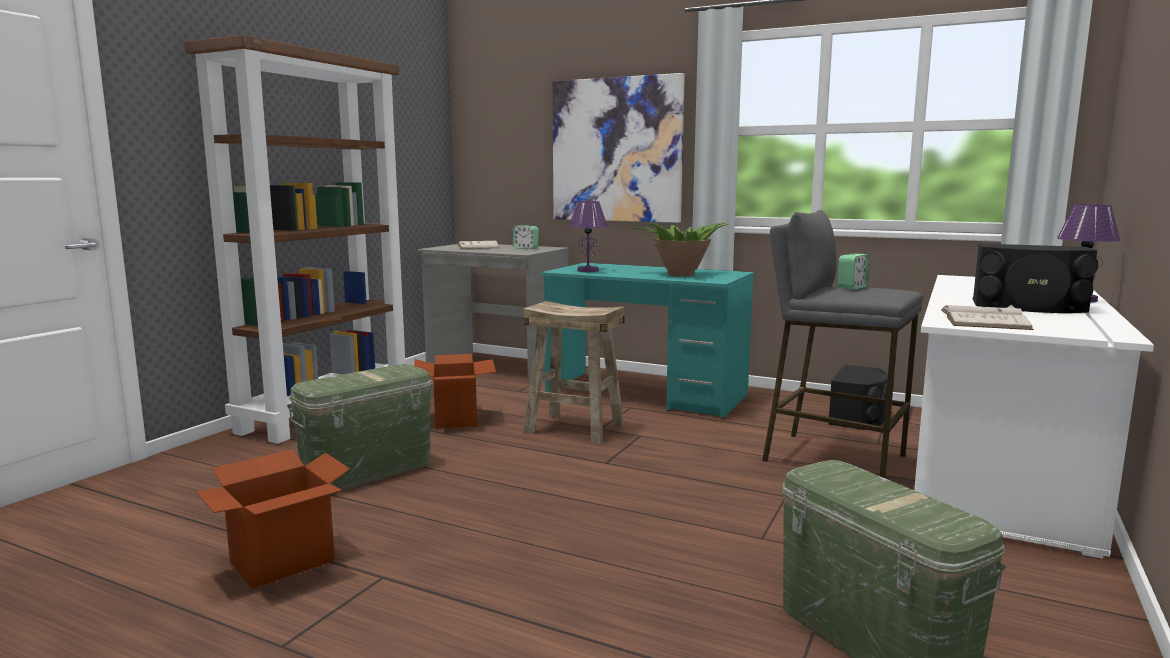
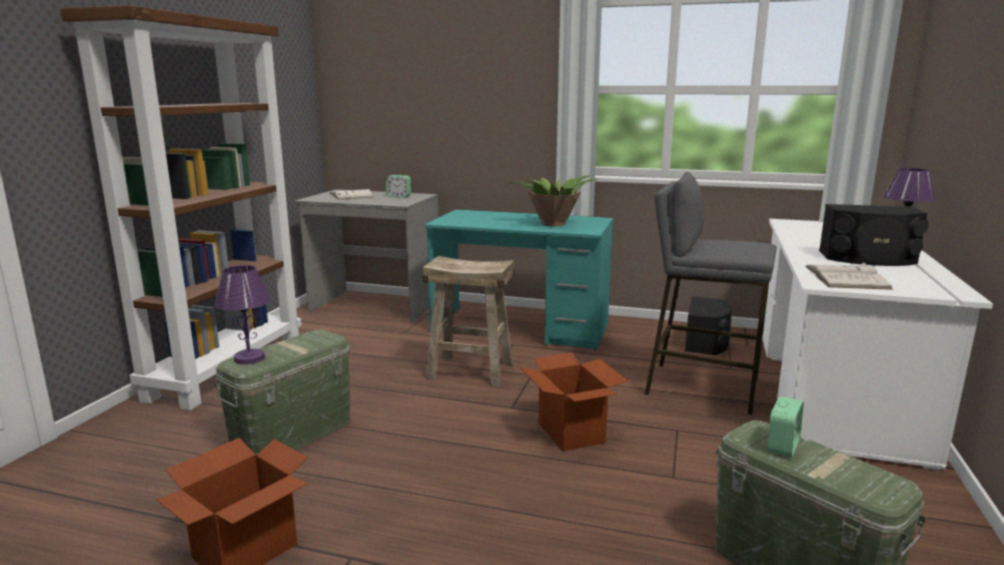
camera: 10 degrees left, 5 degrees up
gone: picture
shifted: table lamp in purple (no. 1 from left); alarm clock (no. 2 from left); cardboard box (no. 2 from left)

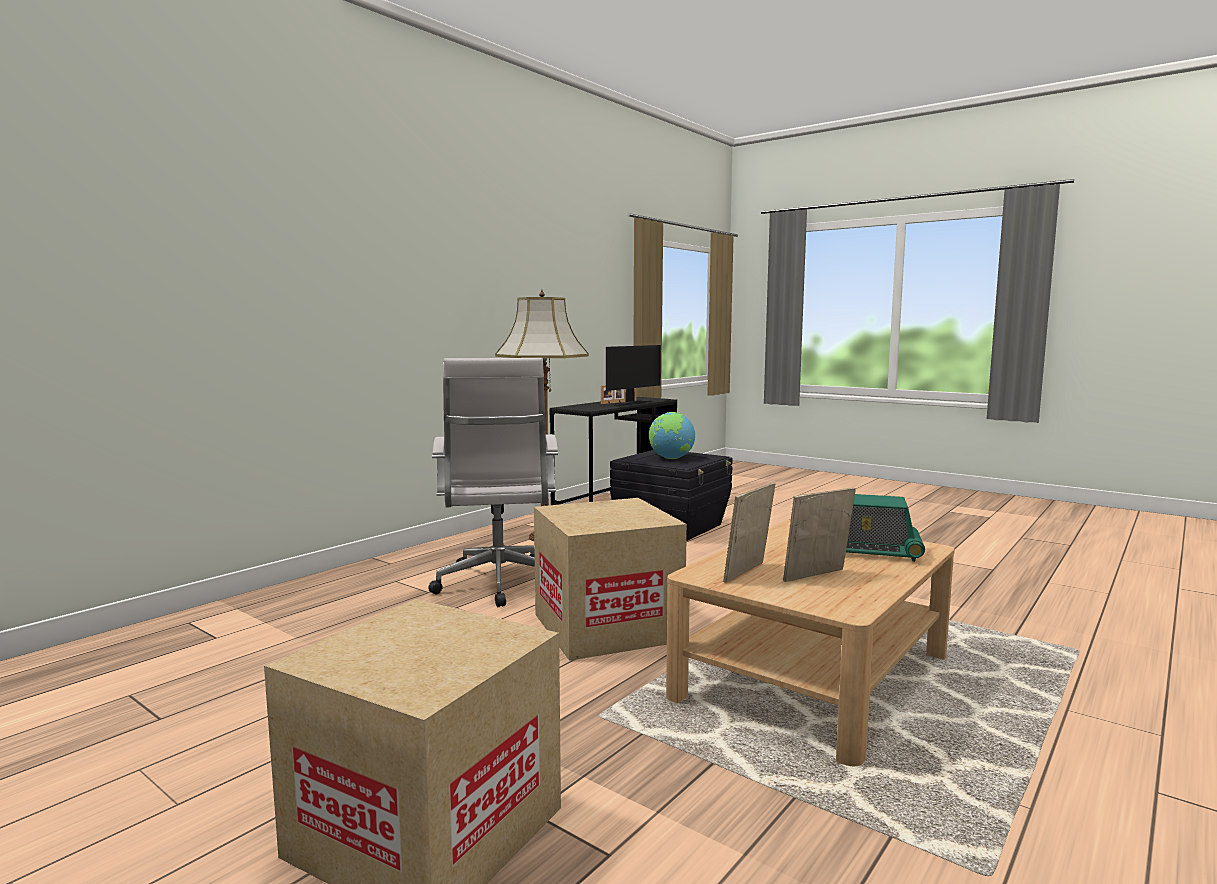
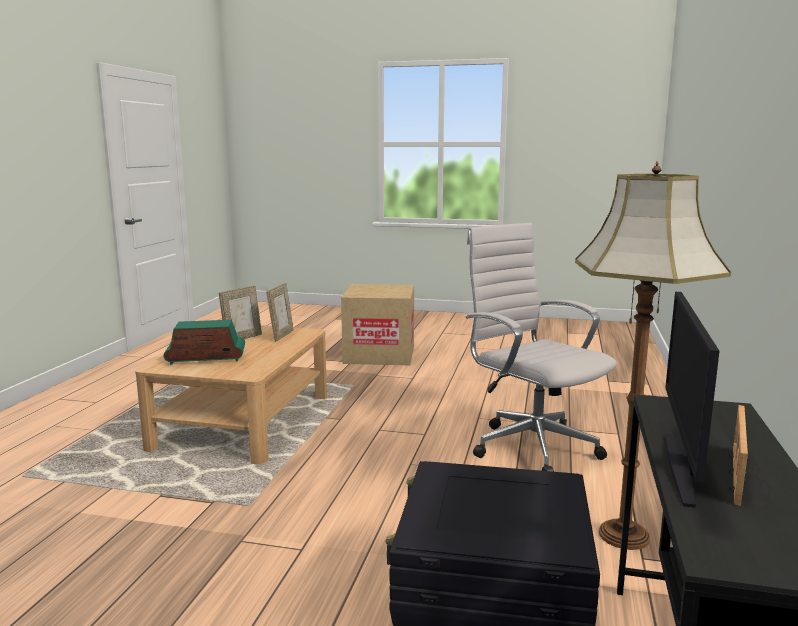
camera: 155 degrees right, 5 degrees up
gone: globe; cardboard box (no. 2 from left)

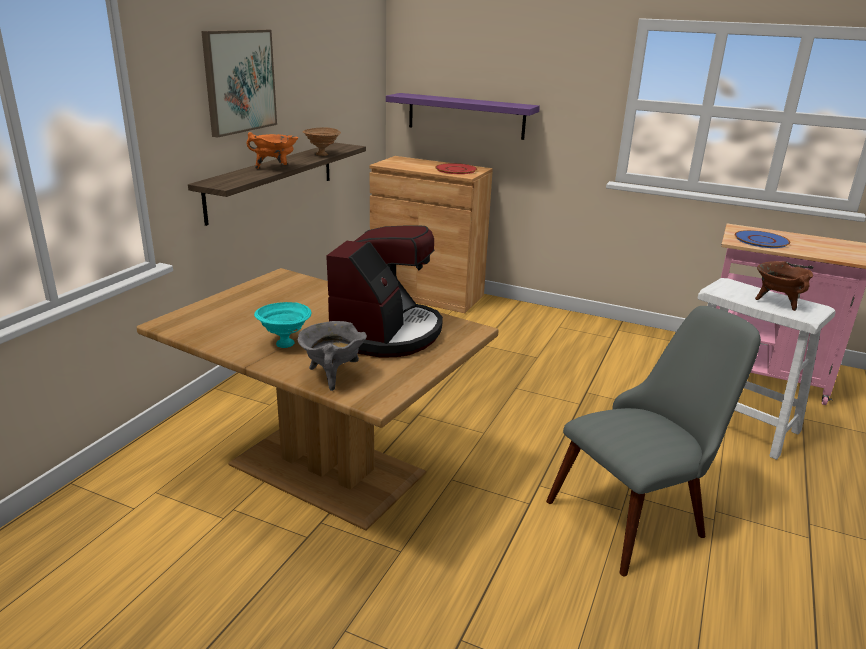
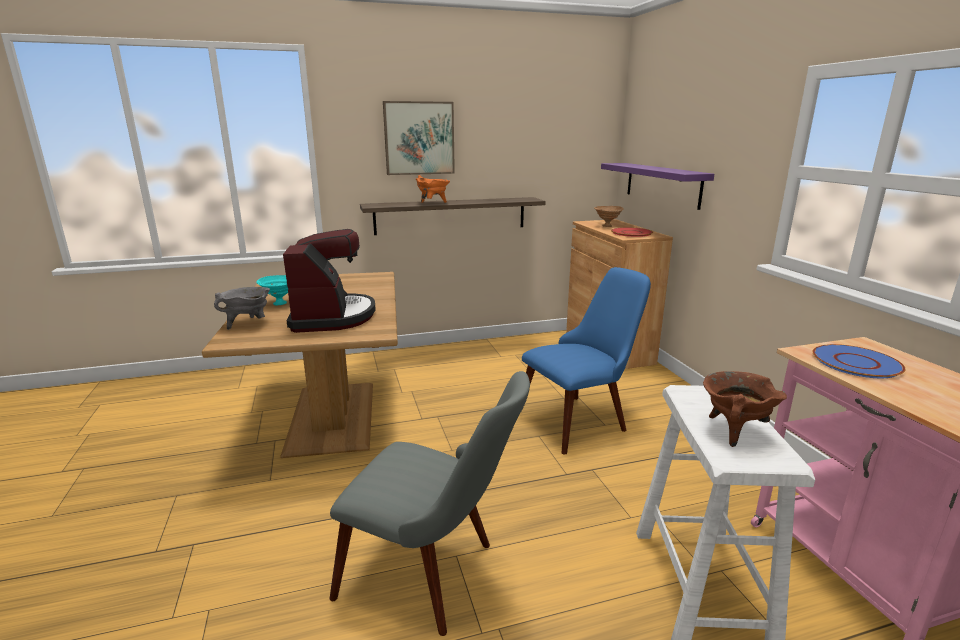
camera: 50 degrees right, 5 degrees down
new: chair in blue
shifted: bowl in brown
rotated: coffee machine 75 degrees counterclockwise

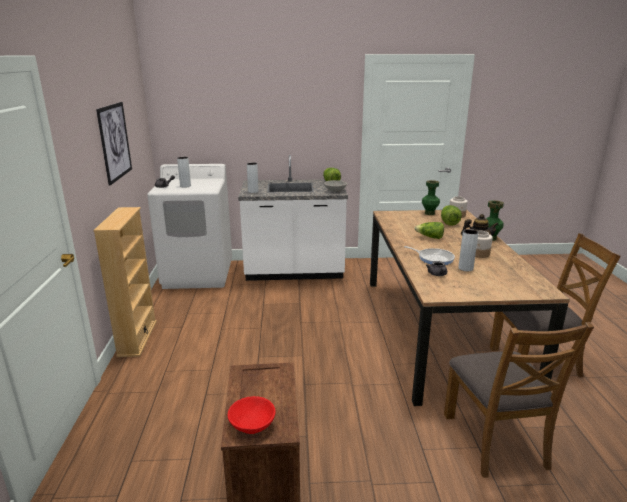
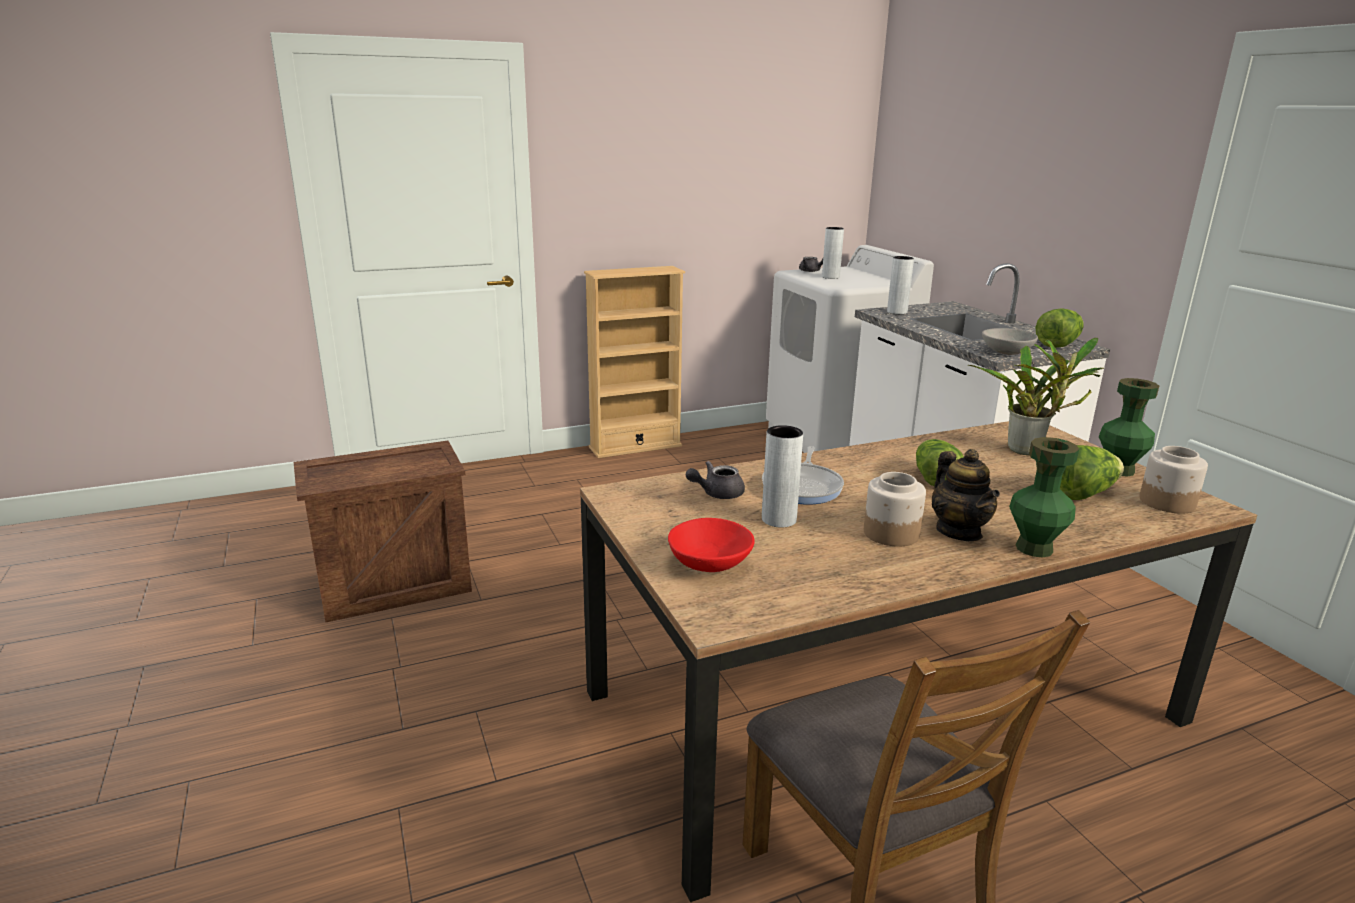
camera: 70 degrees right, 0 degrees up
gone: picture; chair in brown (no. 1 from left)
new: potted plant
shifted: bowl in red

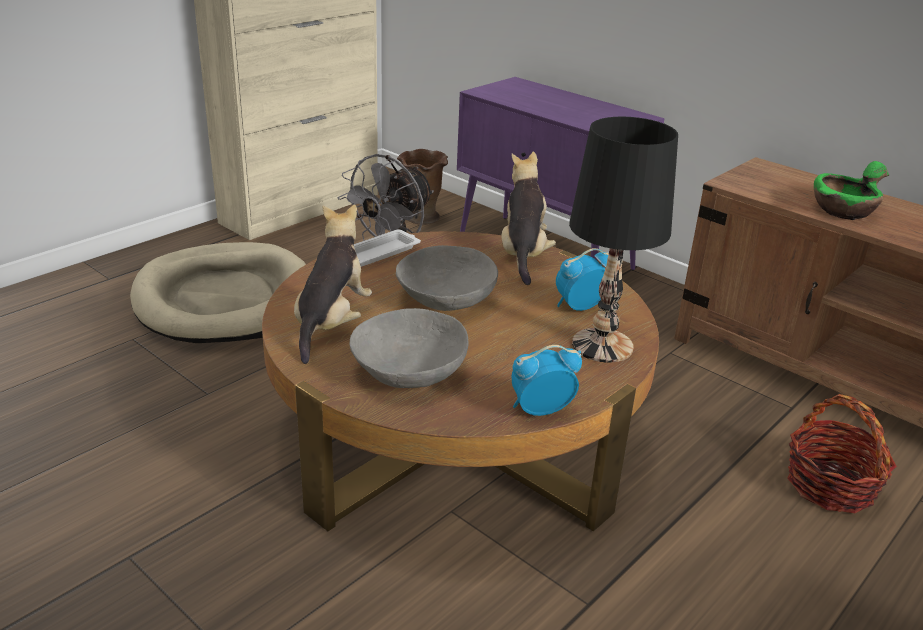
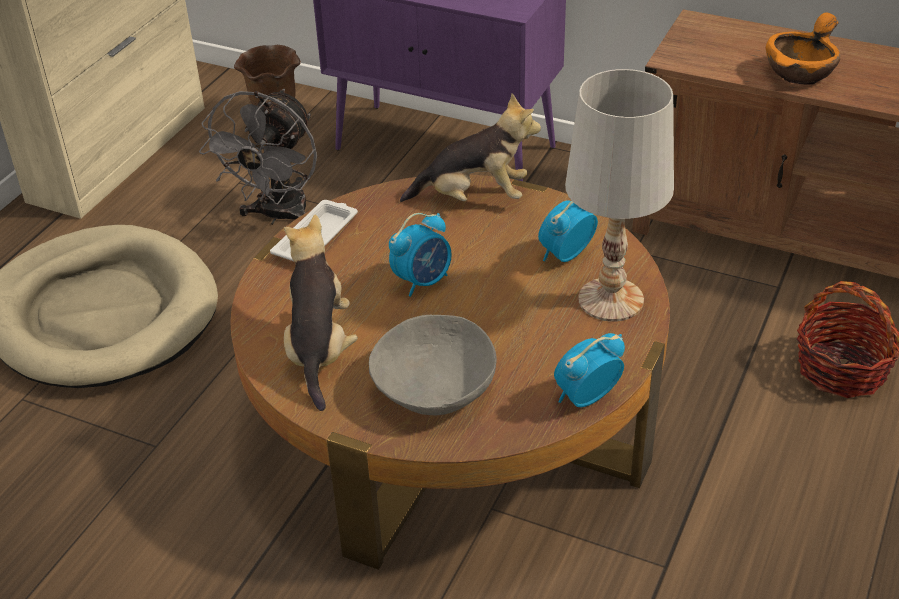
camera: 15 degrees left, 10 degrees up
swapped: bowl in grey (no. 2 from left) to alarm clock (no. 1 from left)
repainted: table lamp in black to table lamp in white; bowl in green to bowl in orange
rotated: plush toy (no. 2 from left) 105 degrees clockwise

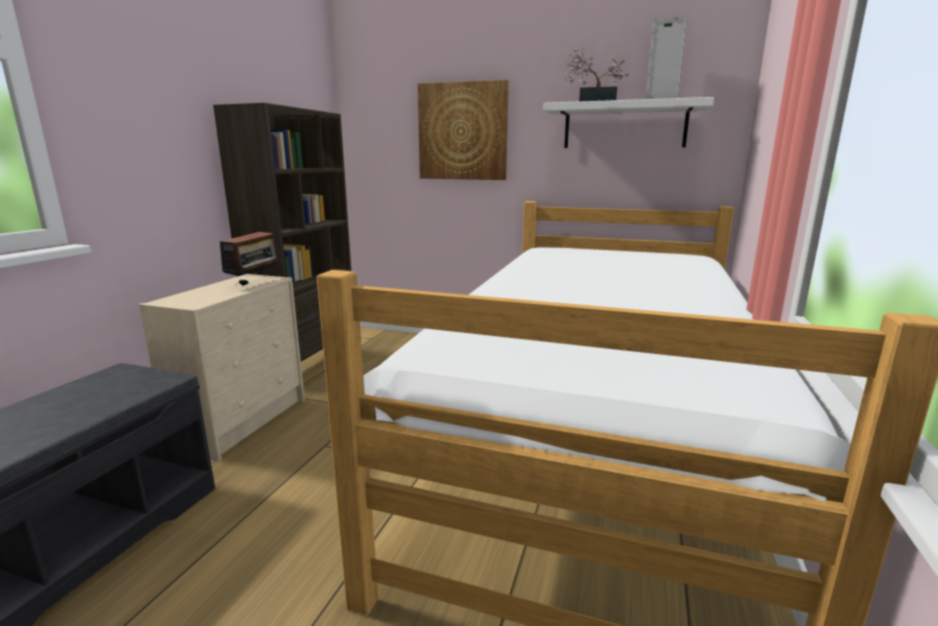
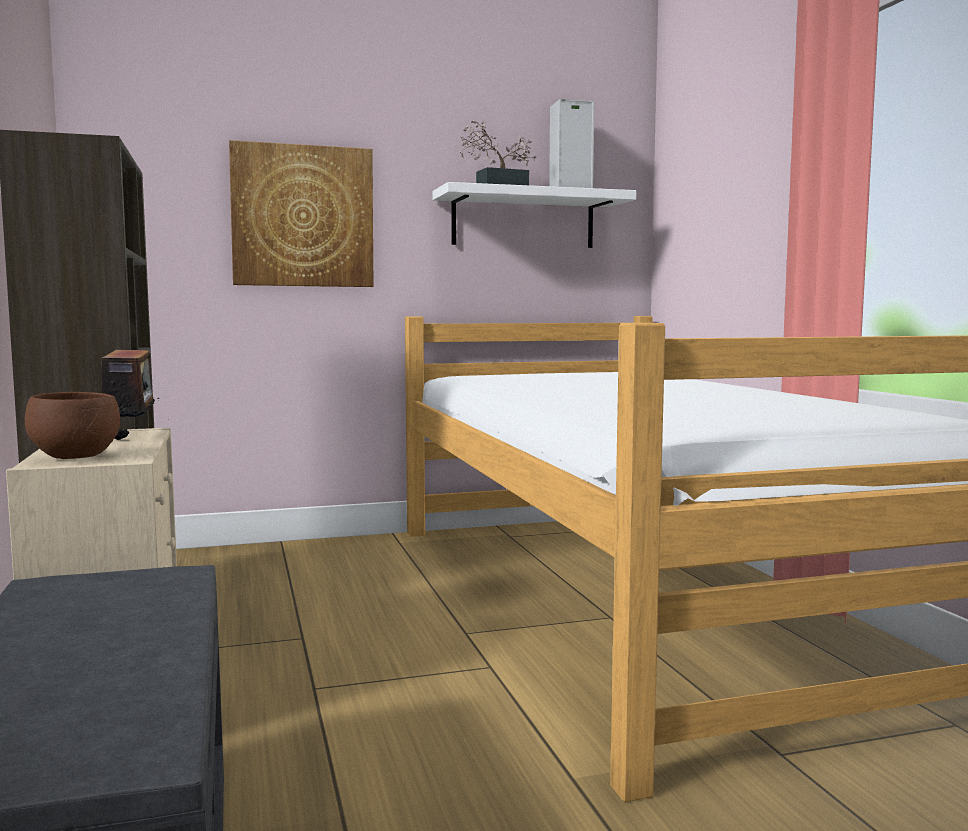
camera: 35 degrees left, 10 degrees down
new: bowl in brown

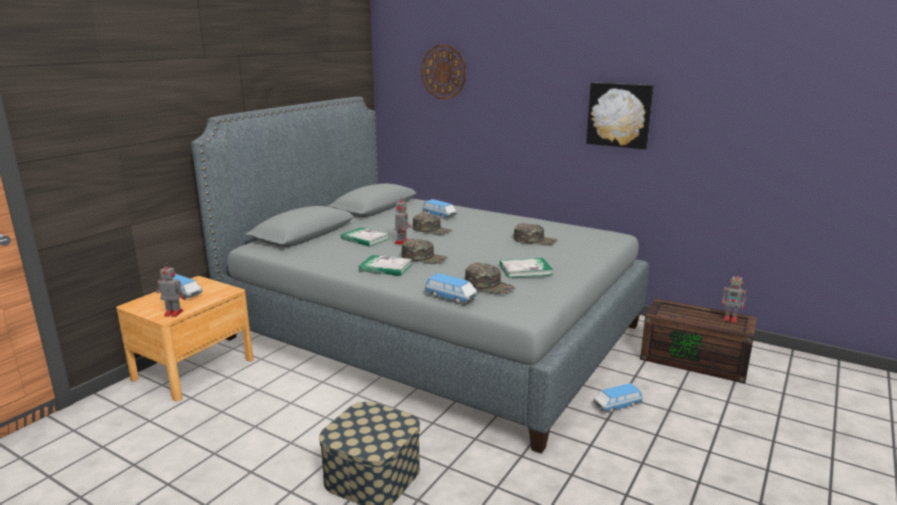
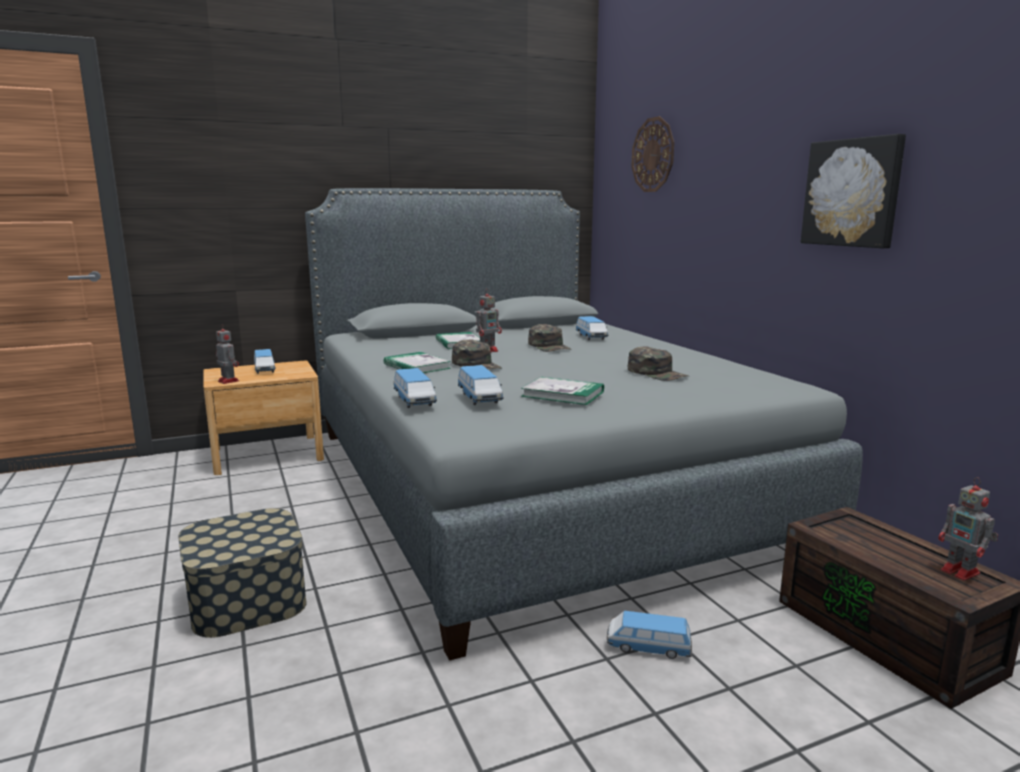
camera: 35 degrees right, 5 degrees down
swapped: cap in green (no. 3 from left) to toy car (no. 3 from left)

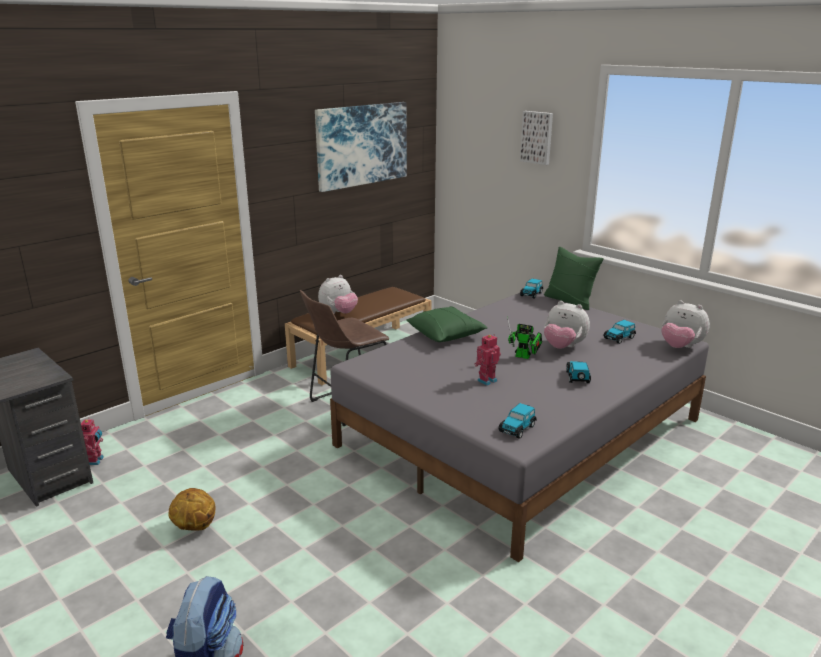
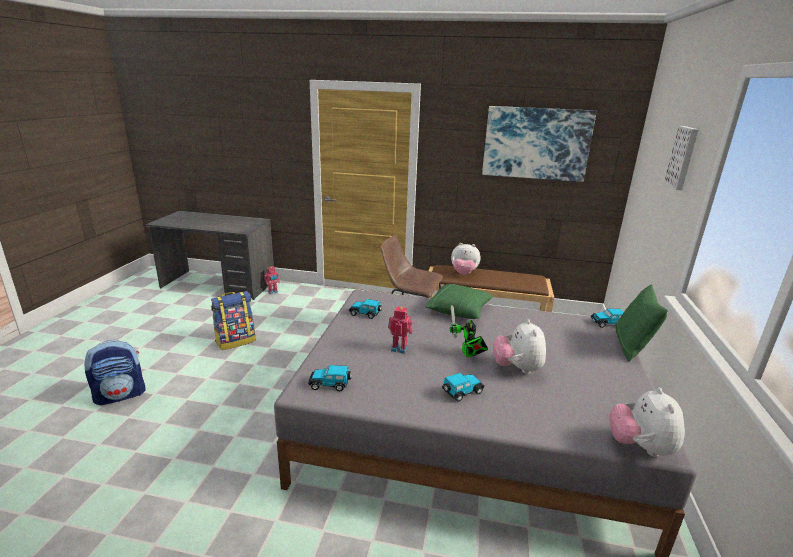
camera: 55 degrees right, 0 degrees up
shifted: toy car (no. 4 from left in the first image) to toy car (no. 2 from left)
swapped: basketball to backpack (no. 2 from left)

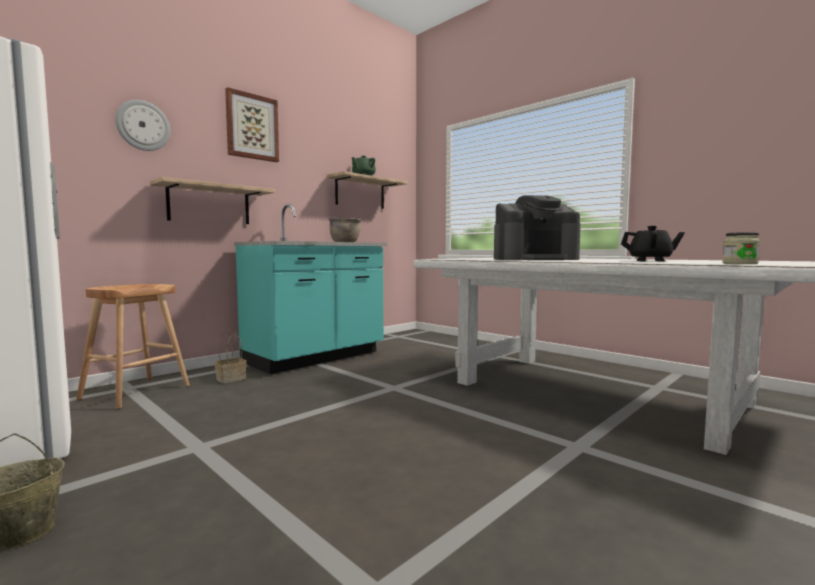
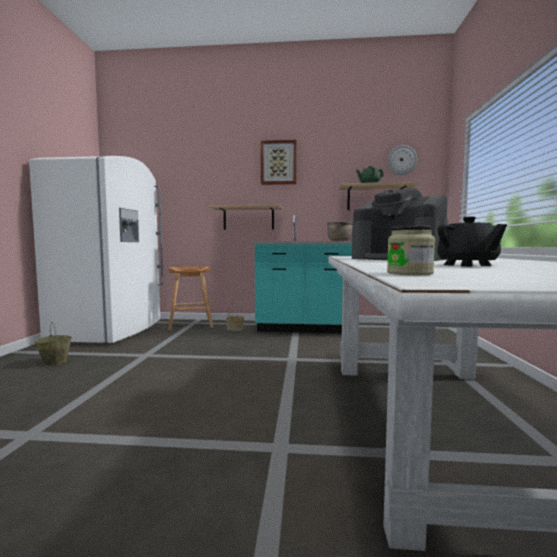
camera: 50 degrees right, 0 degrees up
shifted: wall clock

